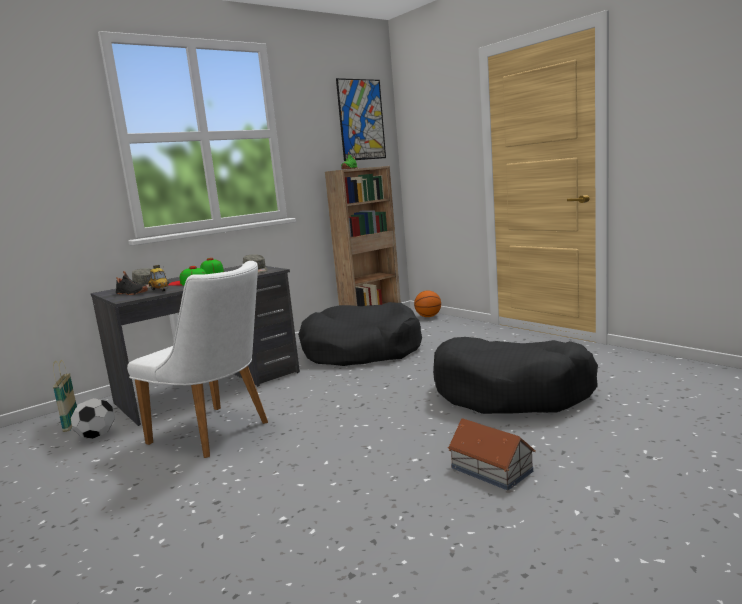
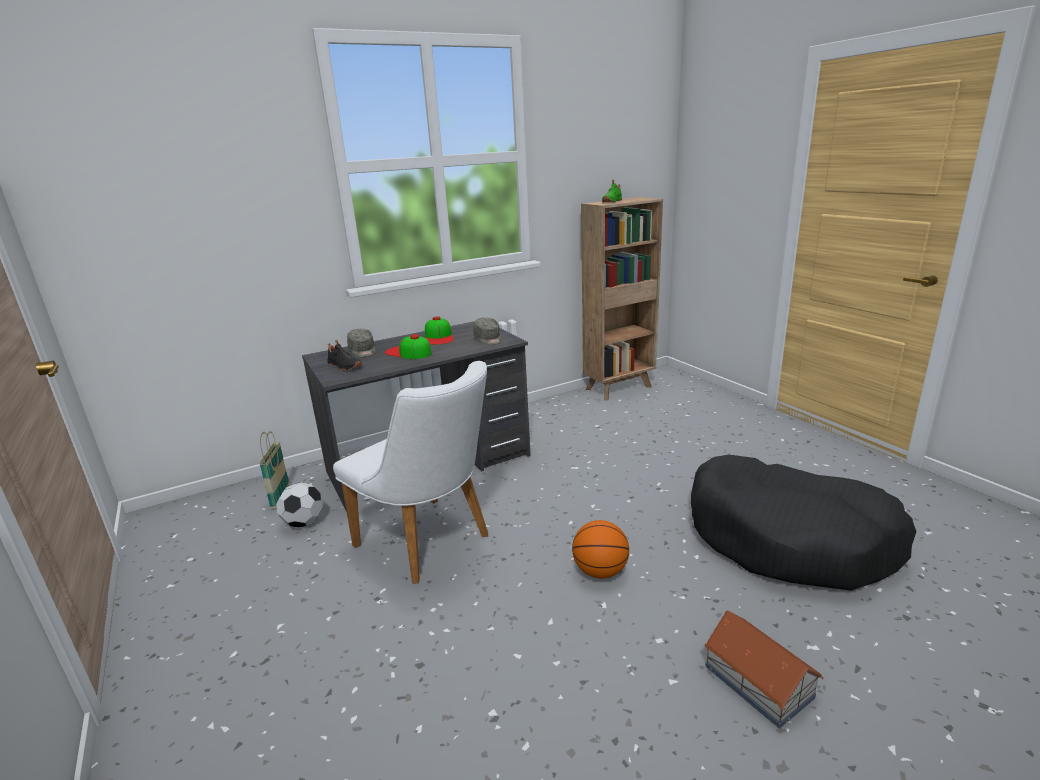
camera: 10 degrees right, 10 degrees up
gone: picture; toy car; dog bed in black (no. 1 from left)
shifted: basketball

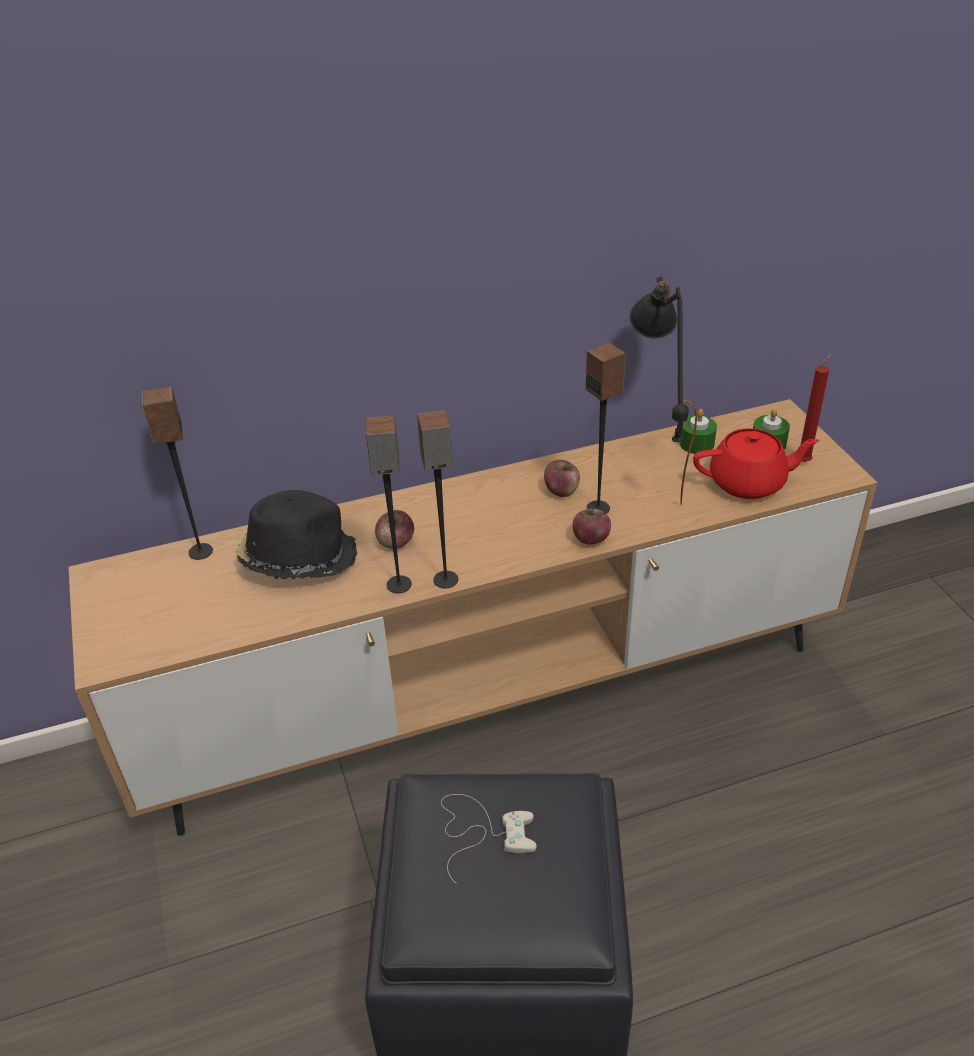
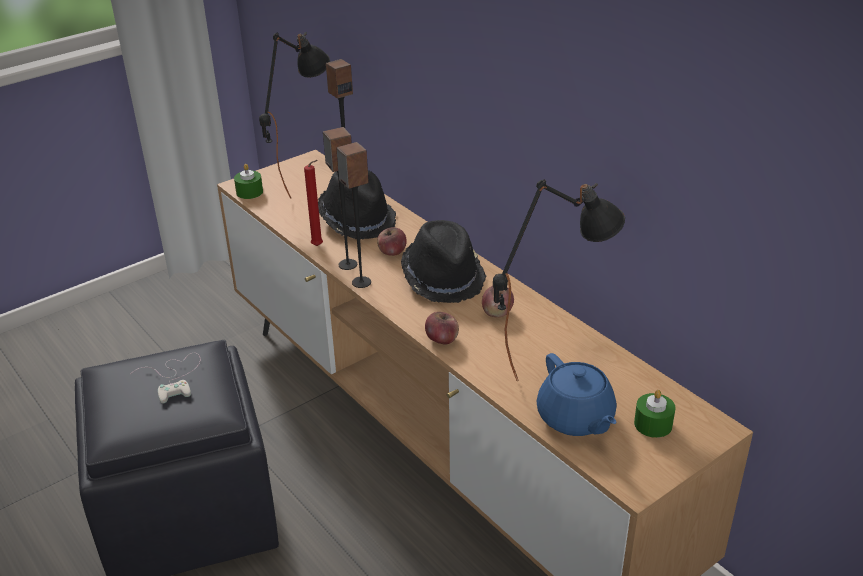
camera: 70 degrees right, 5 degrees down
gone: speaker (no. 4 from left)
new: table lamp in black (no. 1 from left); hat in black (no. 2 from left)
shifted: candle in red; candle in green (no. 1 from left)
repainted: teapot in red to teapot in blue

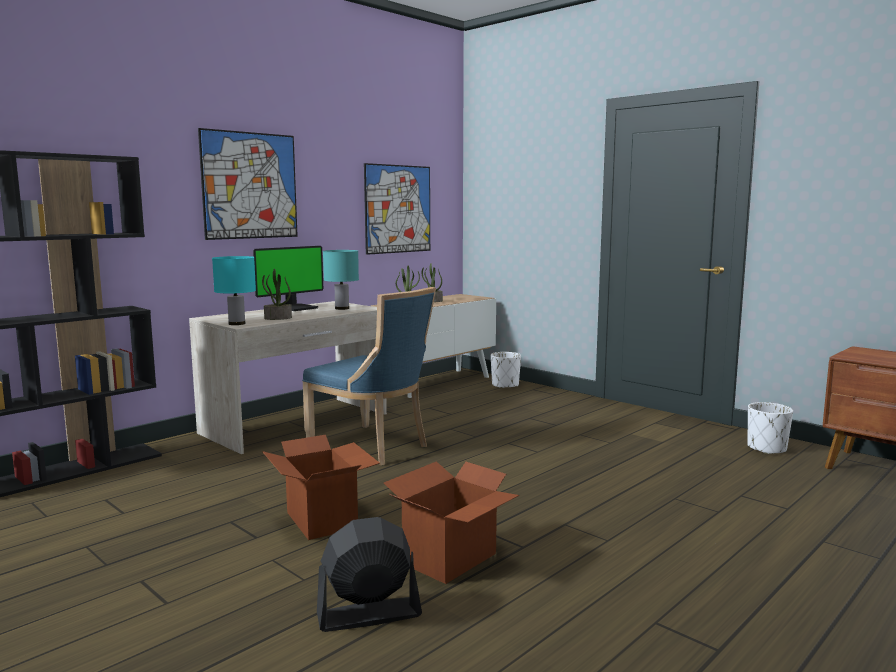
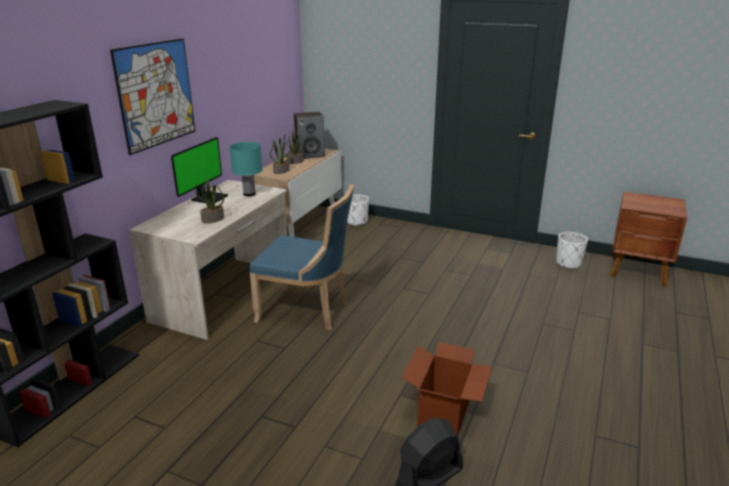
camera: 20 degrees left, 15 degrees up
gone: picture (no. 2 from left); table lamp in turquoise (no. 1 from left); cardboard box (no. 1 from left)
new: speaker

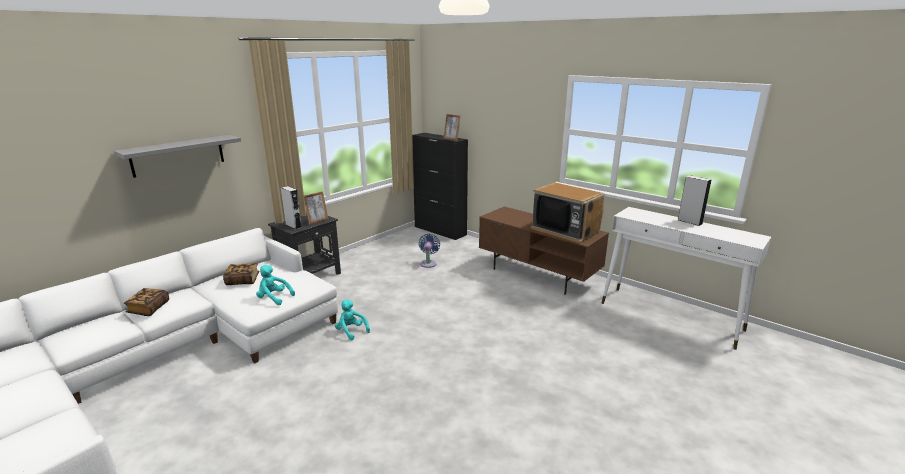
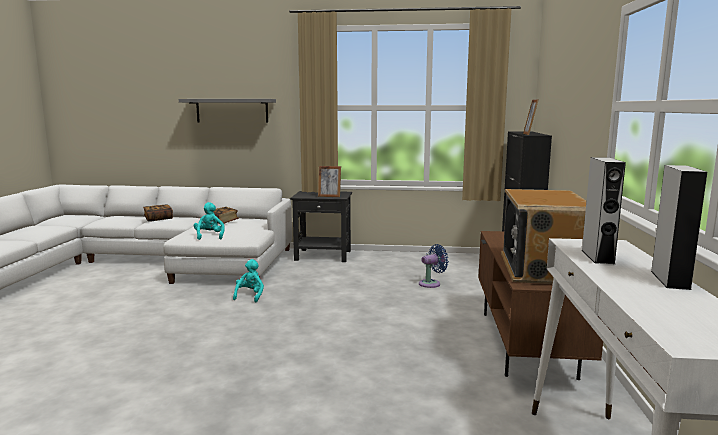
camera: 55 degrees right, 10 degrees down
shifted: speaker in grey (no. 1 from left)

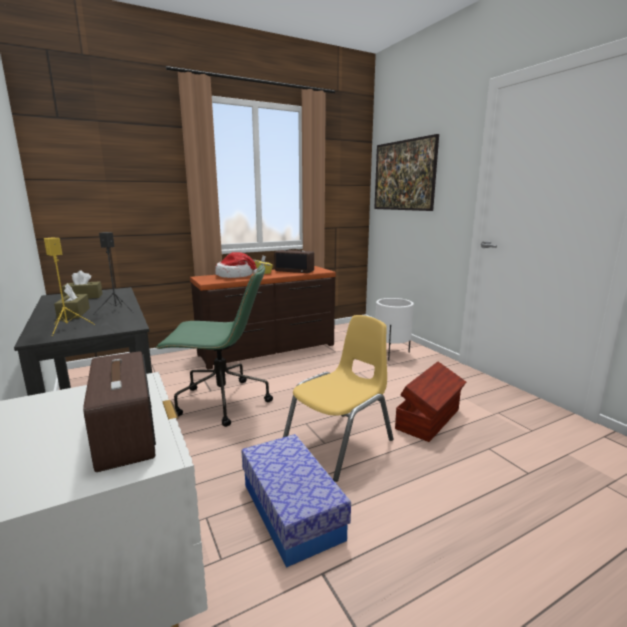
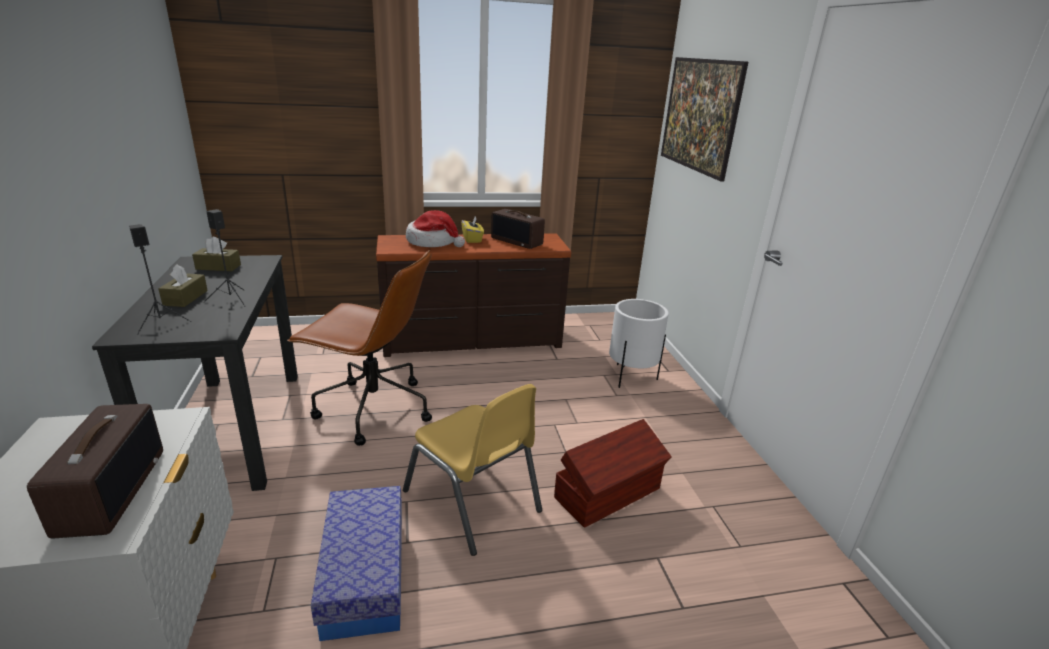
camera: 15 degrees right, 10 degrees up
repainted: speaker in yellow to speaker in black (no. 1 from left); office chair in green to office chair in brown
rotated: chair in yellow 75 degrees clockwise

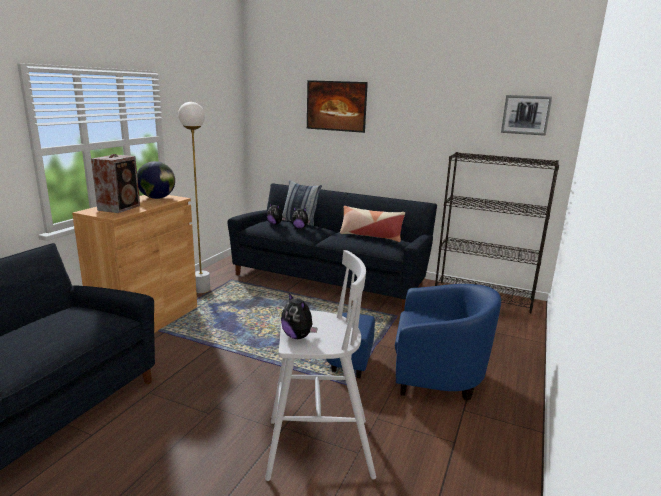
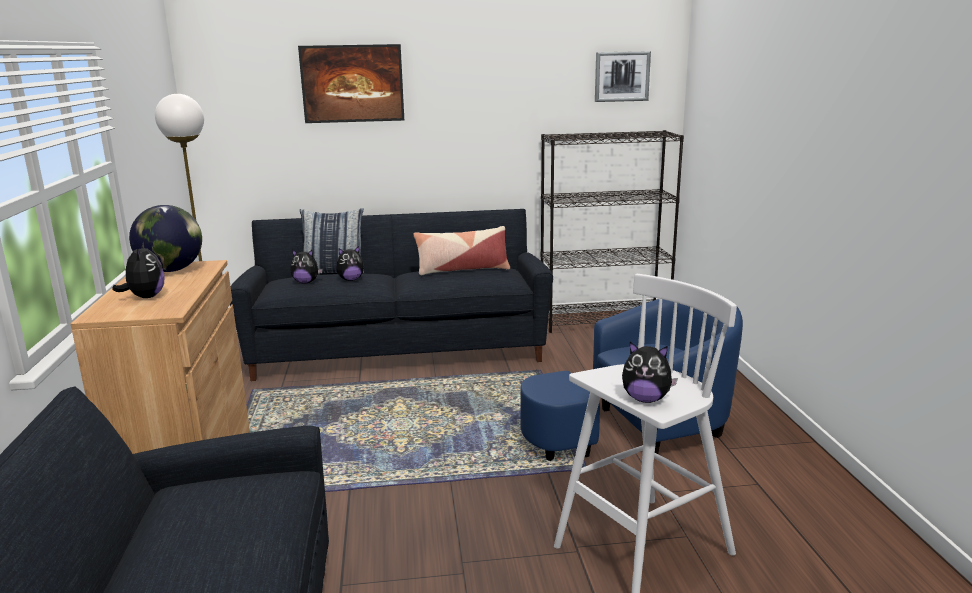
camera: 30 degrees left, 0 degrees up
swapped: speaker to plush toy (no. 1 from left)

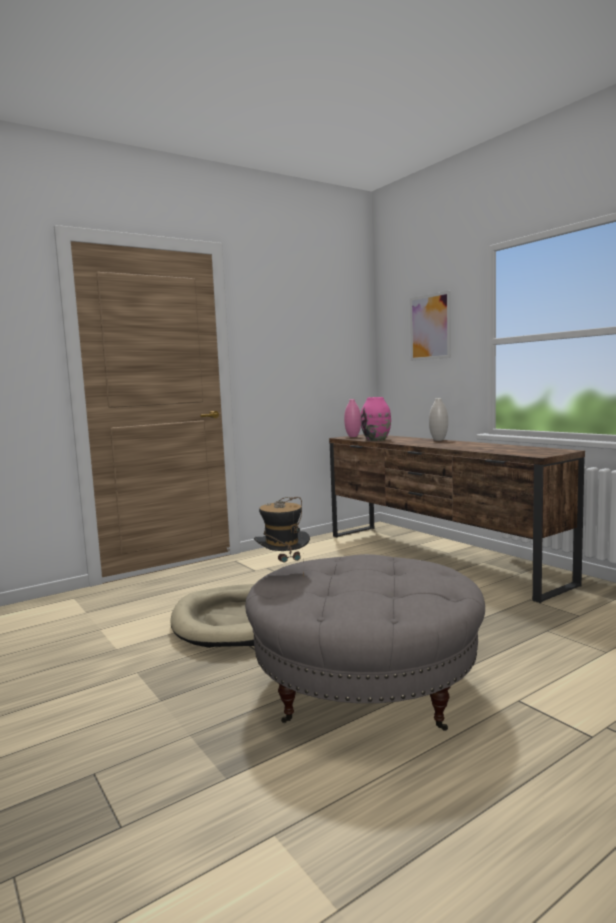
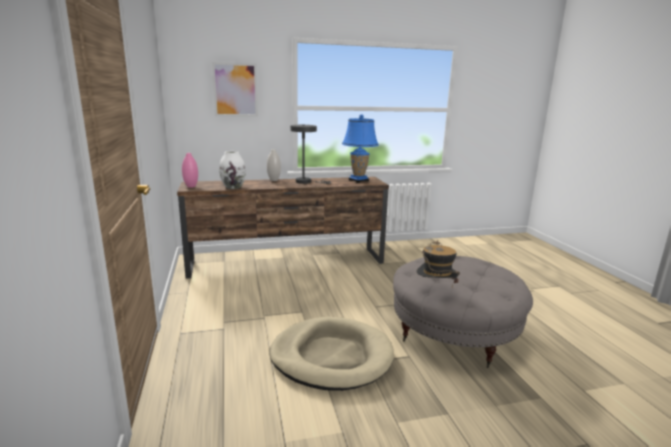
camera: 70 degrees left, 10 degrees up
new: table lamp in blue; table lamp in grey
repainted: vase in pink (no. 2 from left) to vase in white (no. 1 from left)

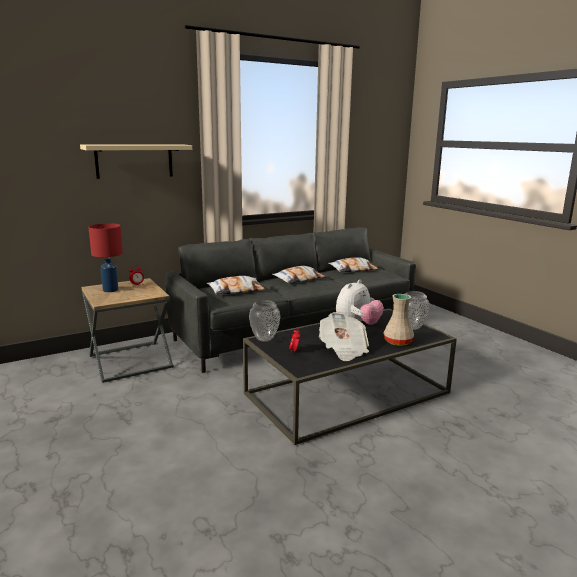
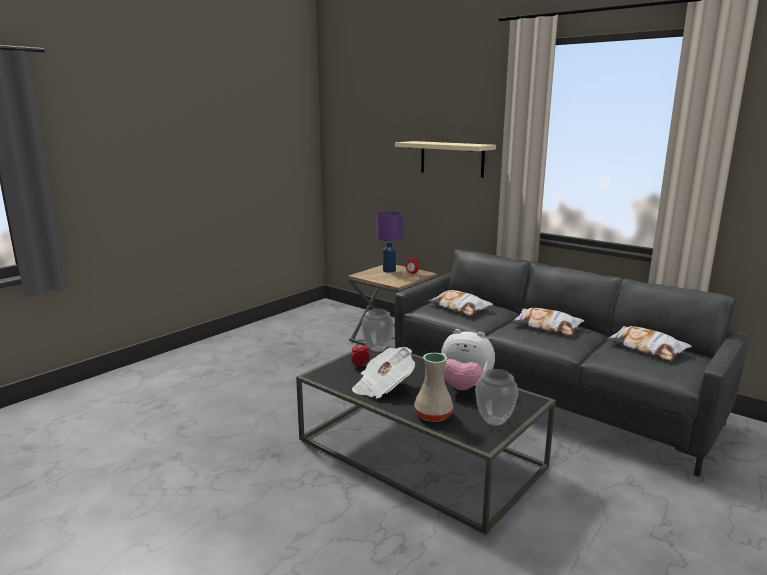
camera: 70 degrees right, 0 degrees up
repainted: table lamp in red to table lamp in purple

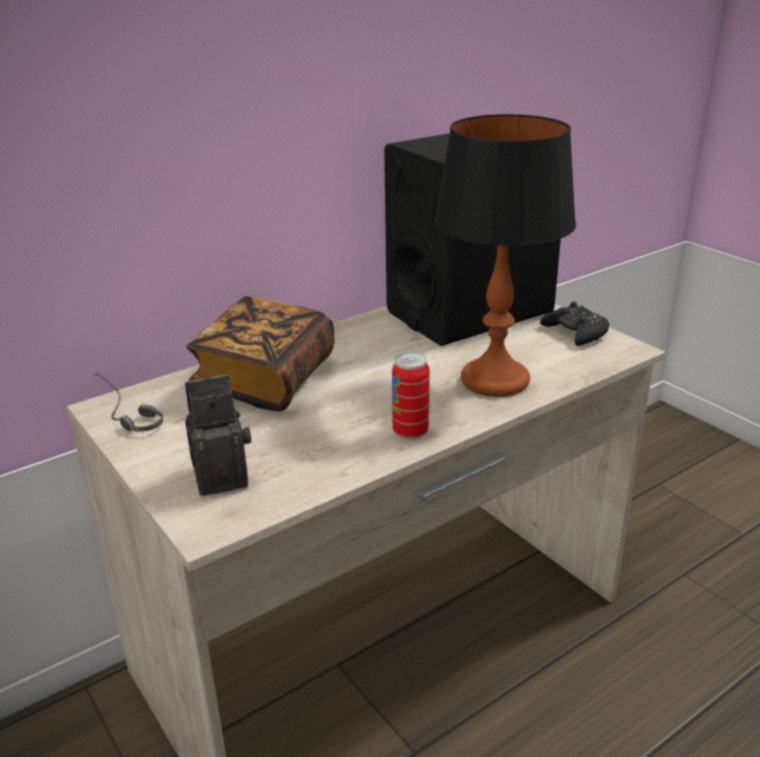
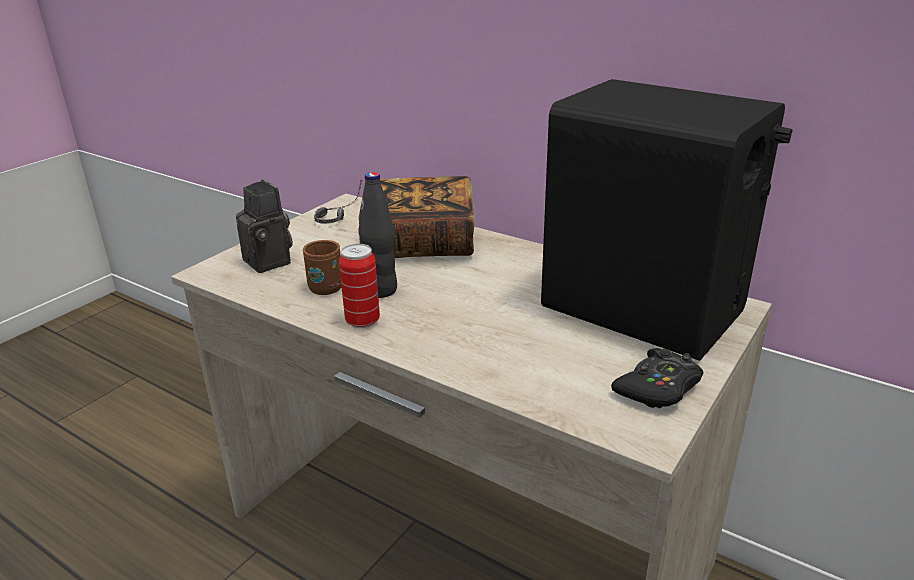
camera: 70 degrees right, 0 degrees up
gone: table lamp
new: bottle in black; mug in brown

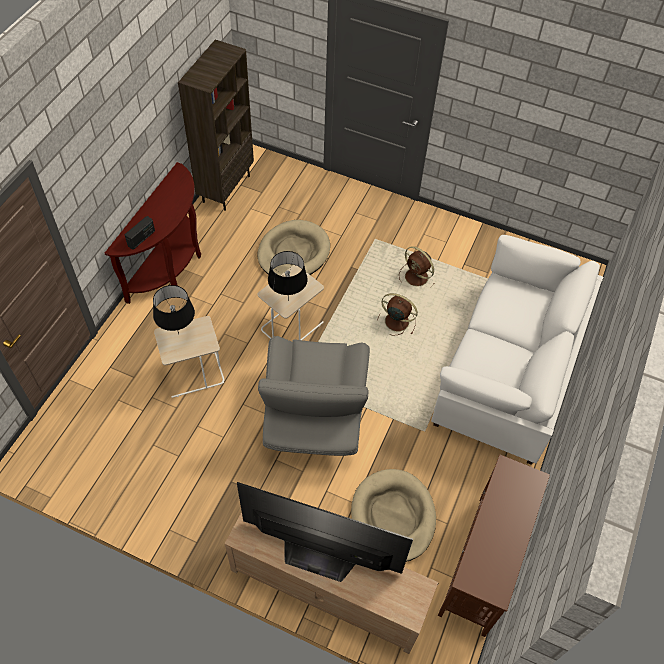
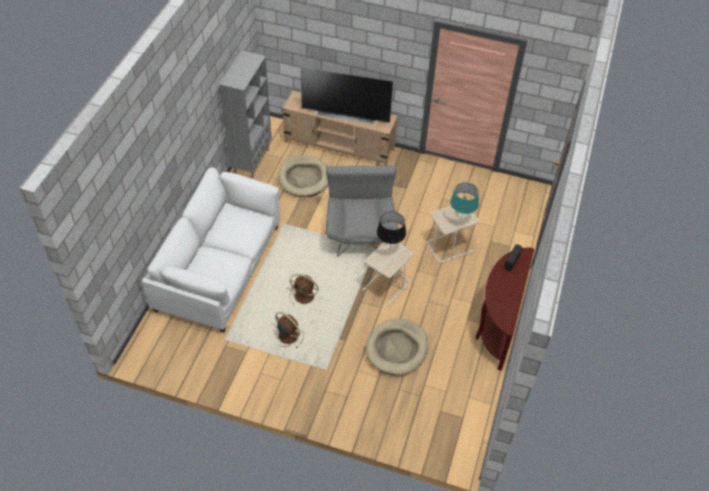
camera: 175 degrees right, 5 degrees down
gone: bookcase in brown
swapped: console table in brown (no. 2 from left) to bookcase in grey
repainted: table lamp in black (no. 1 from left) to table lamp in turquoise

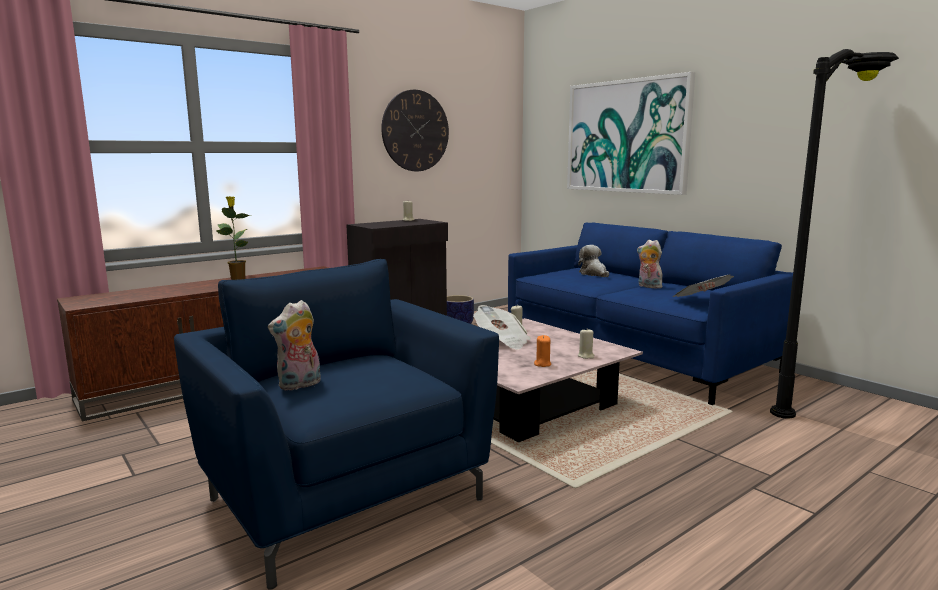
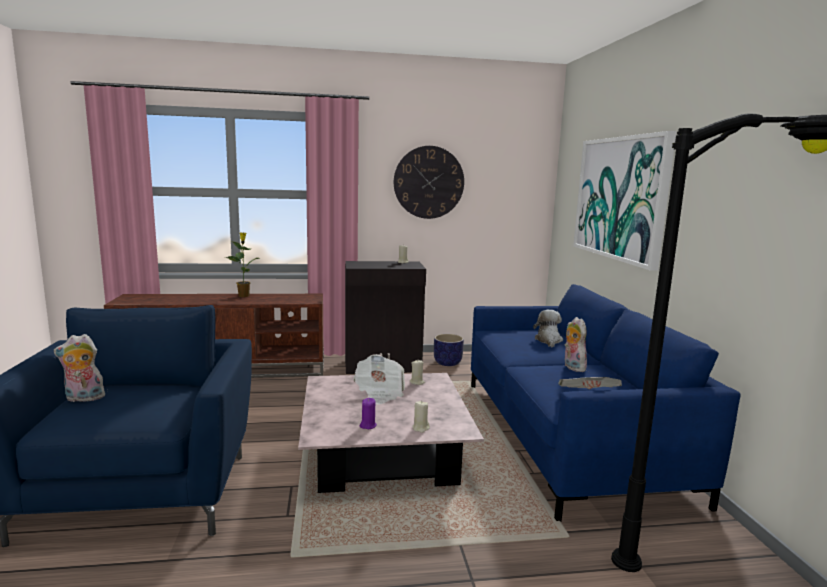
camera: 30 degrees right, 0 degrees up
repainted: candle in orange to candle in purple

